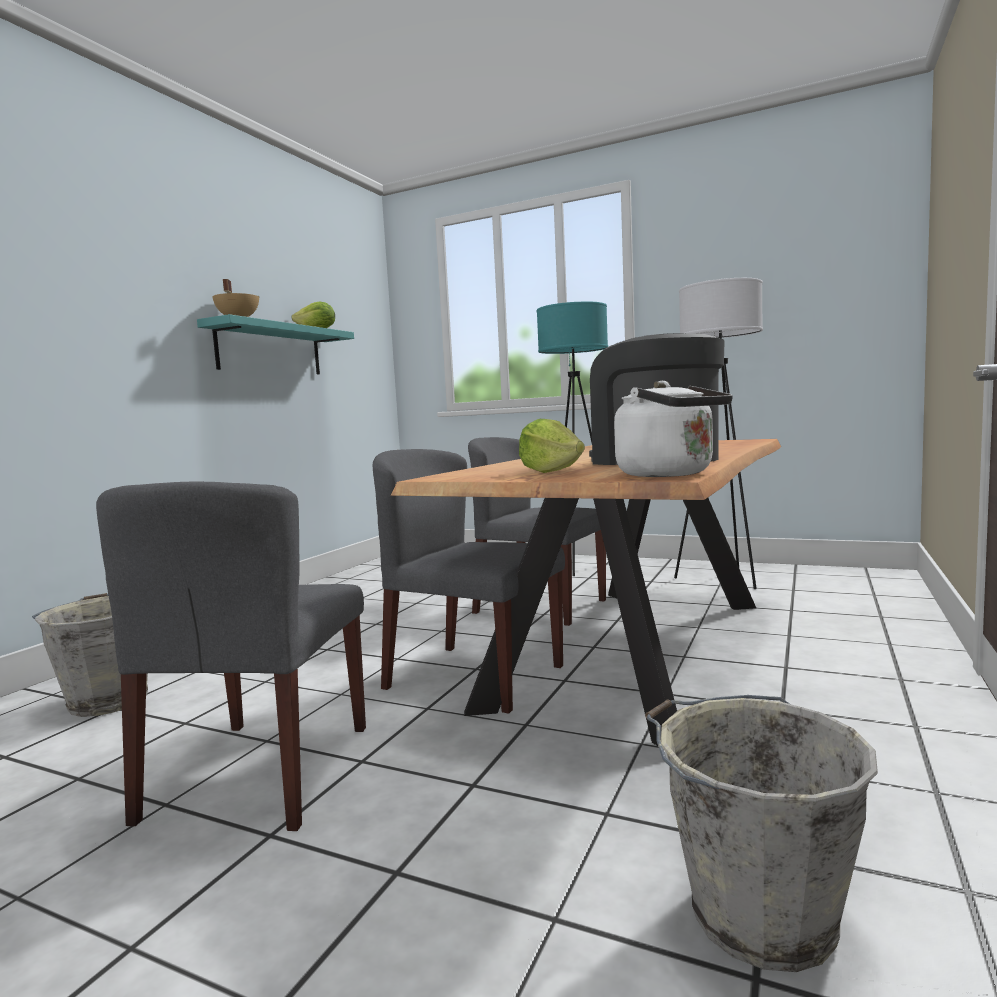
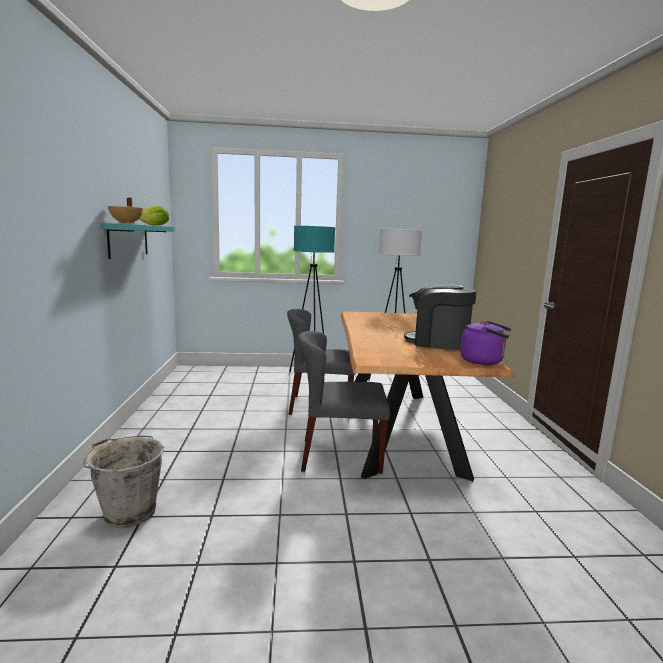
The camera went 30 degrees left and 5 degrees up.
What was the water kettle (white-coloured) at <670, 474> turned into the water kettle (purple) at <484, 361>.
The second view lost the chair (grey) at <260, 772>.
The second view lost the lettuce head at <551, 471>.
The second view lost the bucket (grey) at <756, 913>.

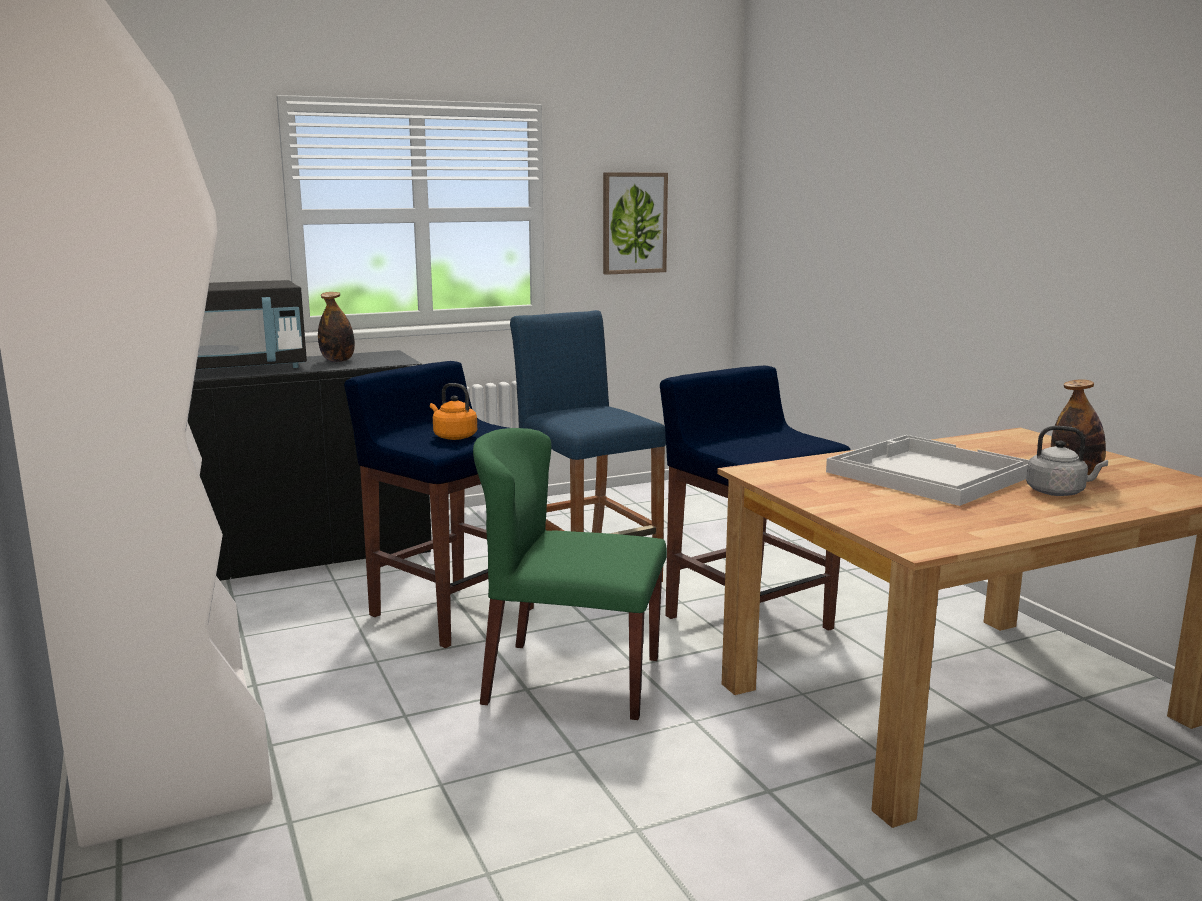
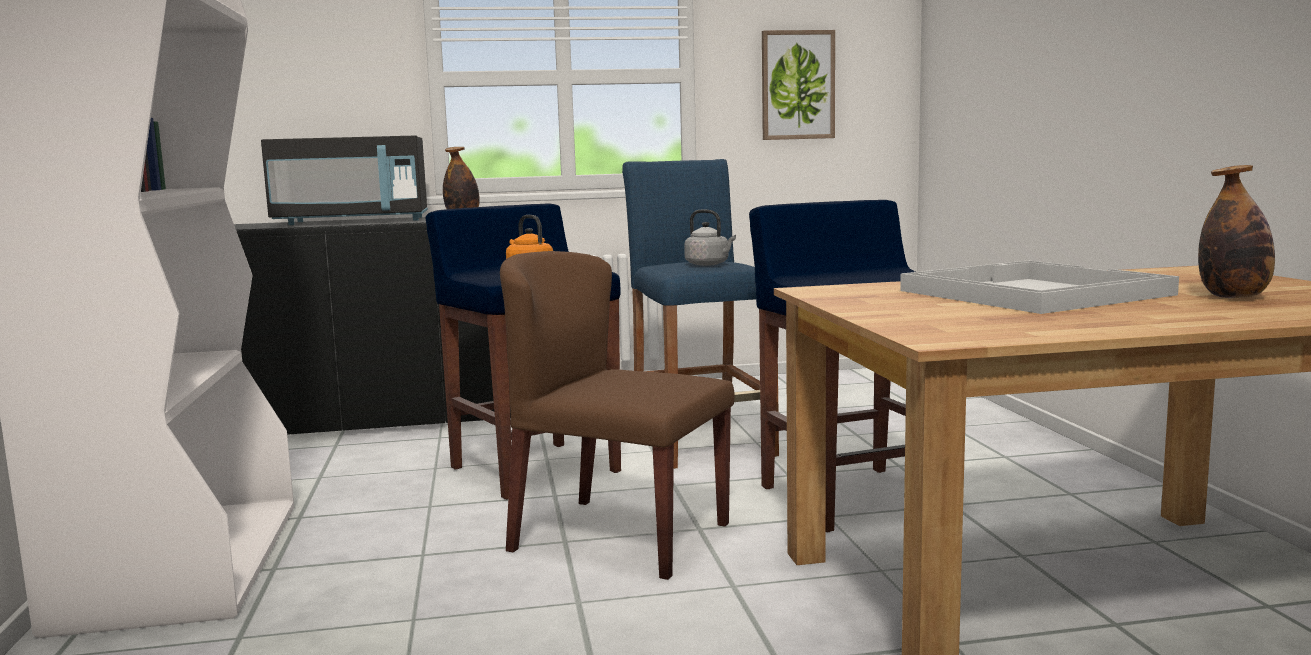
The camera went 15 degrees right and 5 degrees down.
What was the chair (green-coloured) at <571, 680> turned into the chair (brown) at <618, 536>.
The water kettle (grey) ended up elsewhere, having gone from <1058, 492> to <709, 264>.

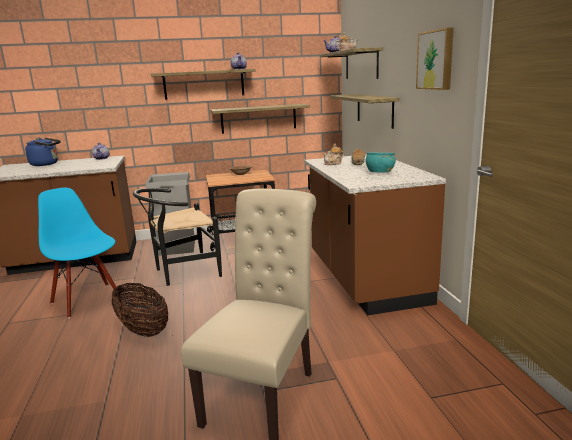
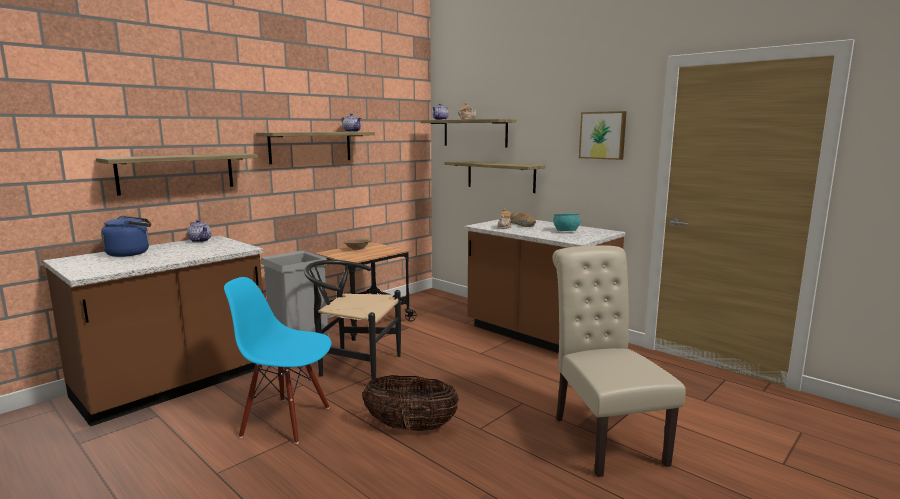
The camera went 35 degrees left and 5 degrees down.
The bracket shelf ended up elsewhere, having gone from <258, 118> to <177, 173>.
The chair (blackish) at <182, 272> ended up facing another way, 75 degrees clockwise from before.

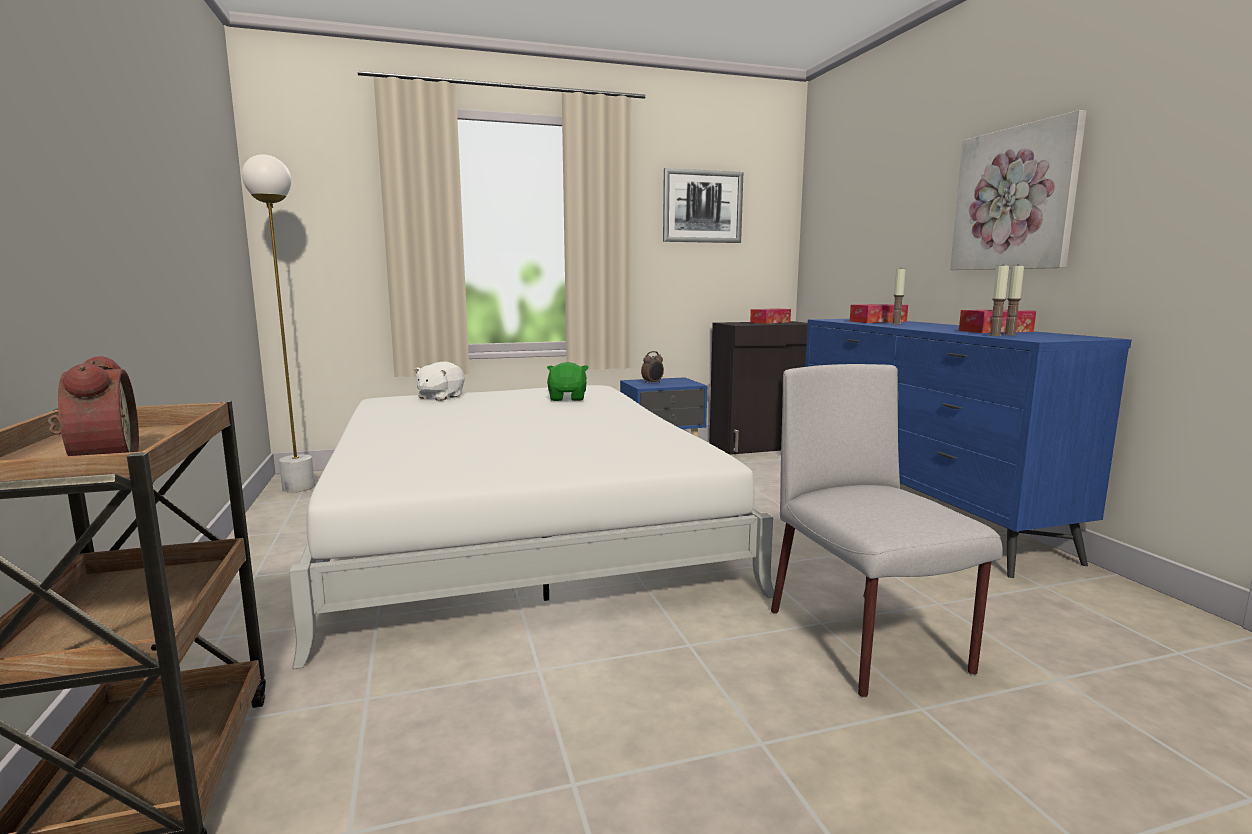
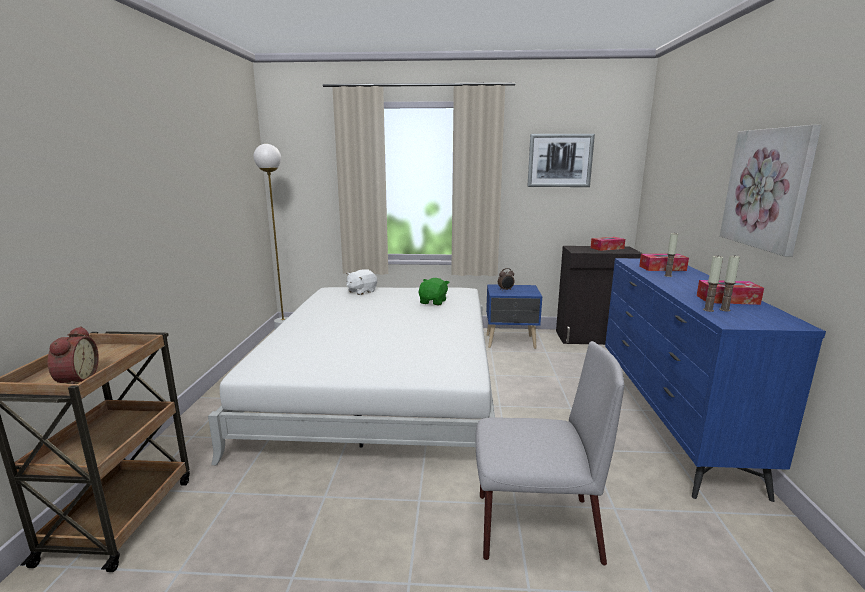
The camera went 20 degrees right and 5 degrees up.
The chair (grey) at <868, 642> ended up facing another way, 90 degrees clockwise from before.

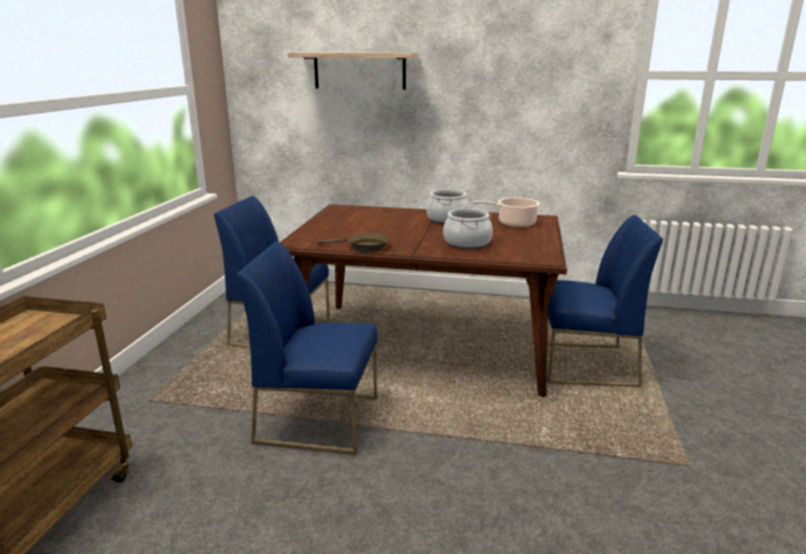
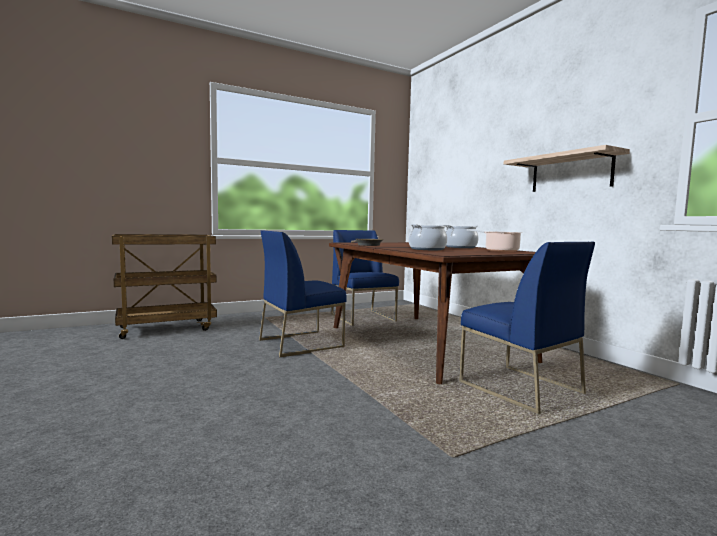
The camera went 50 degrees right and 15 degrees down.
The chair (blue) at <319, 419> ended up facing another way, 90 degrees counterclockwise from before.
The bracket shelf ended up elsewhere, having gone from <359, 71> to <570, 173>.

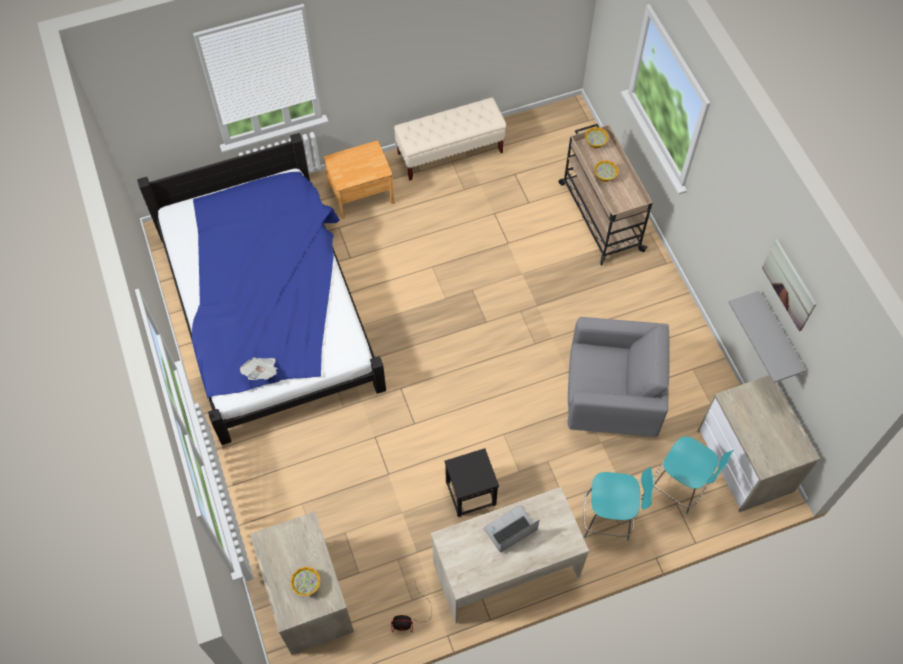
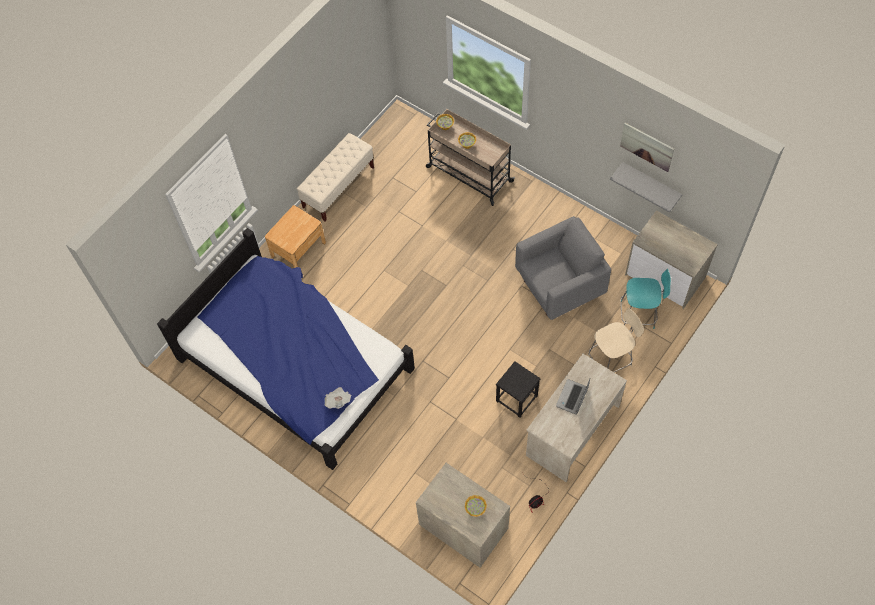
The camera went 30 degrees left and 0 degrees up.
What was the chair (turquoise-coloured) at <609, 518> turned into the chair (sand-coloured) at <611, 360>.

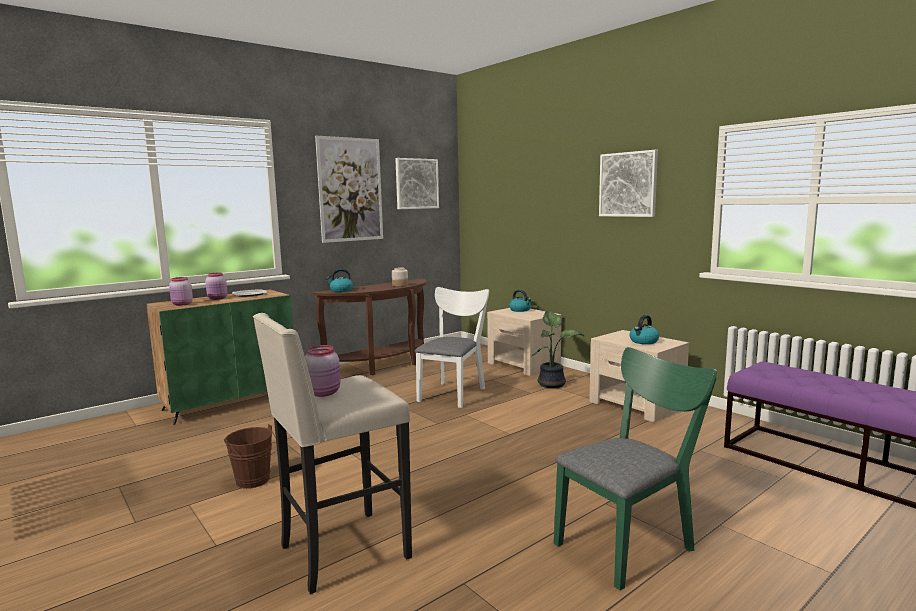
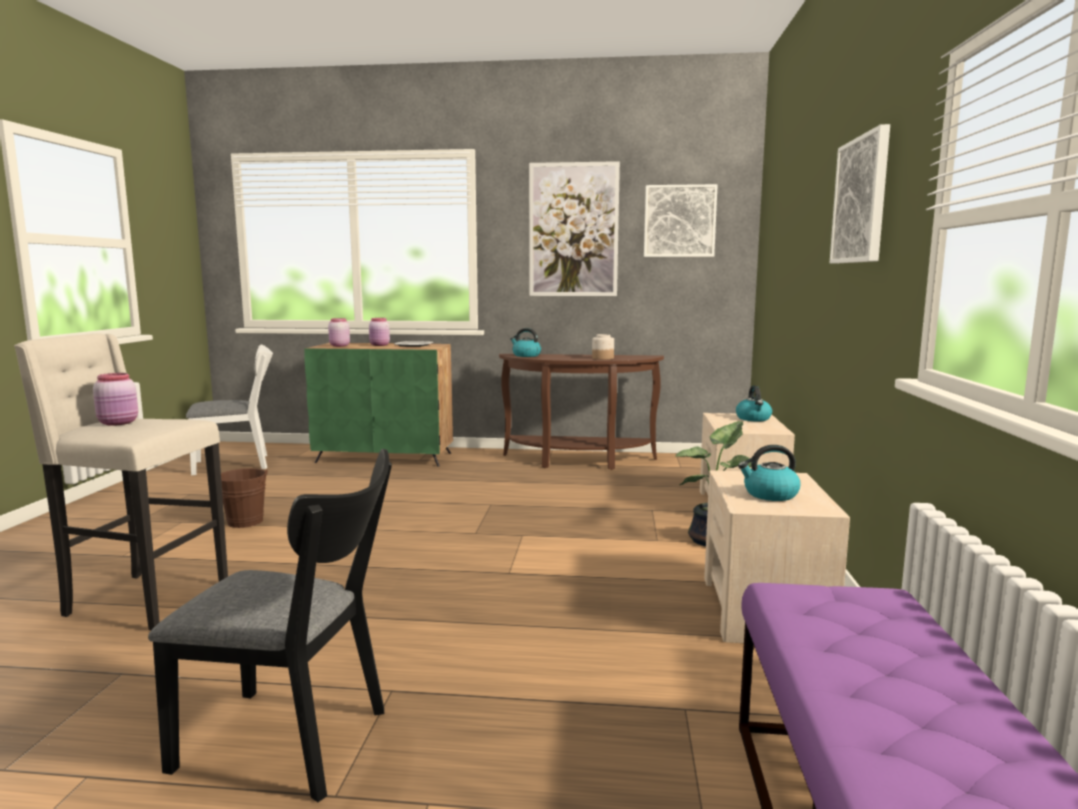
The camera went 45 degrees right and 0 degrees up.
What was the chair (green-coloured) at <630, 542> turned into the chair (blackish) at <296, 742>.
The chair (white-coloured) ended up elsewhere, having gone from <454, 392> to <238, 464>.

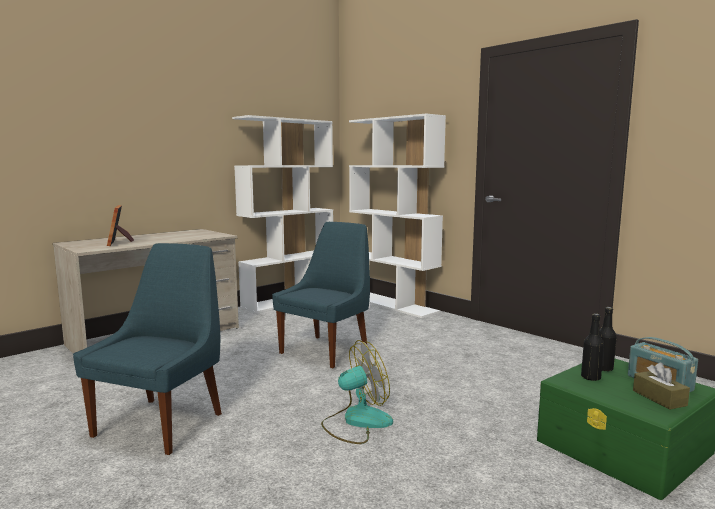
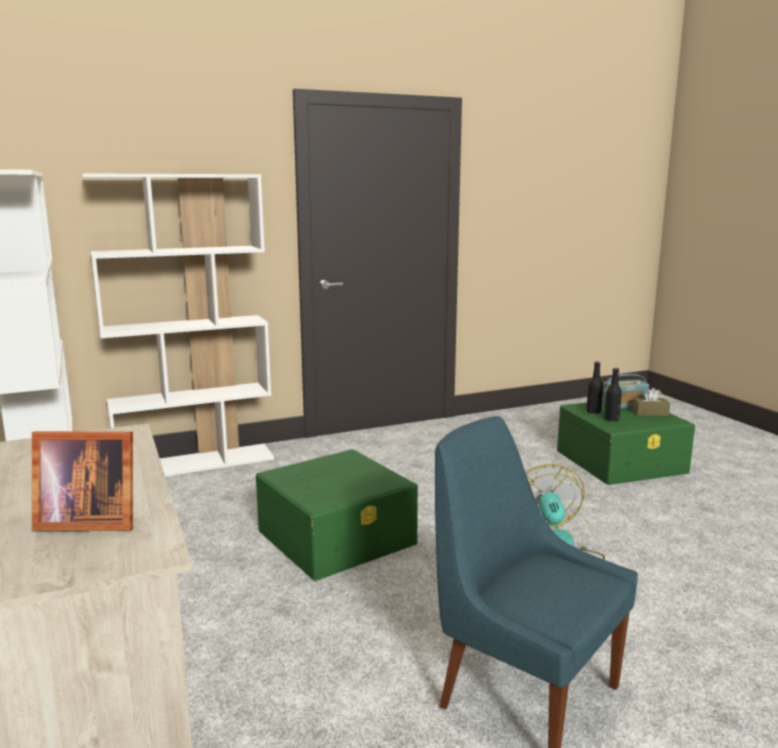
The camera went 70 degrees left and 5 degrees up.
Where the chair (blue) stood at <326, 350>, the storage box (green-coloured) came to stand at <337, 536>.

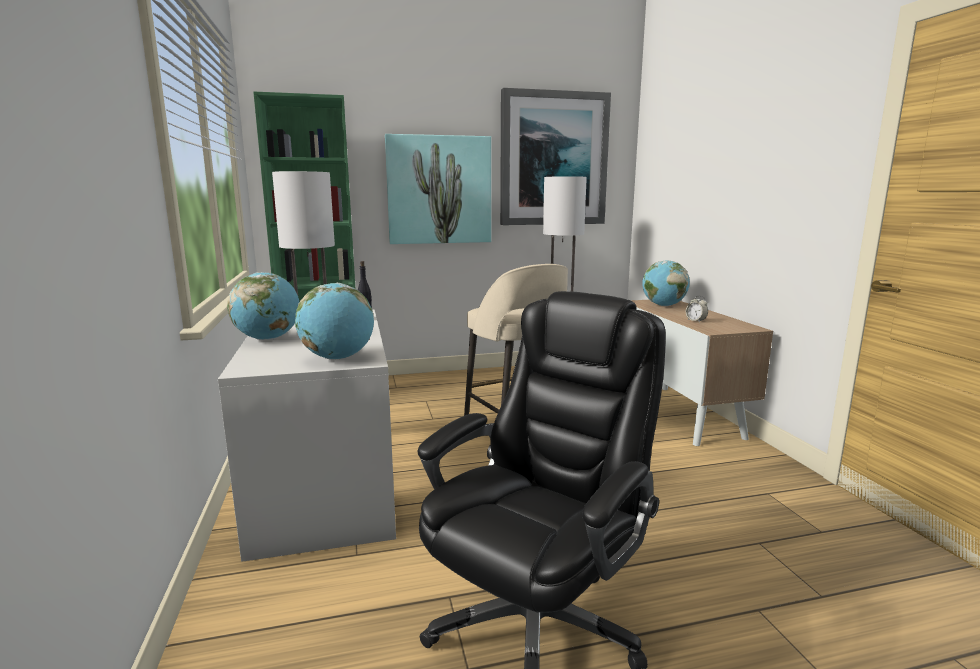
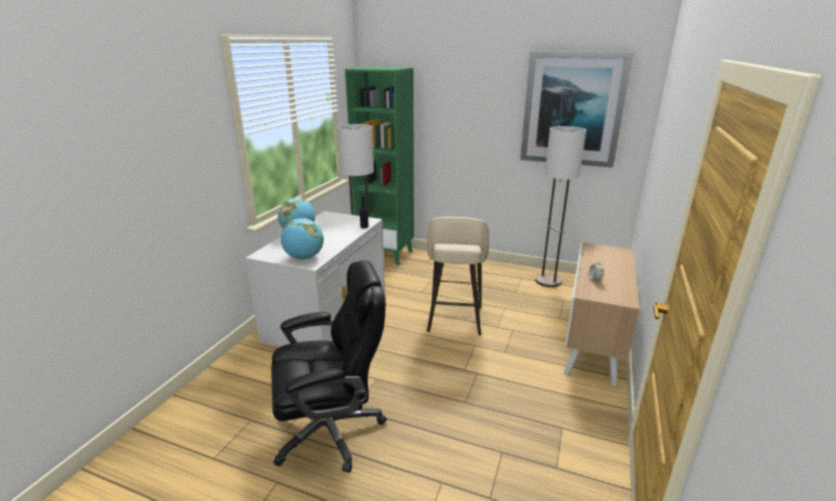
The camera went 35 degrees right and 10 degrees up.
The second view lost the wall picture at <439, 190>.
The second view lost the desk globe at <663, 305>.

